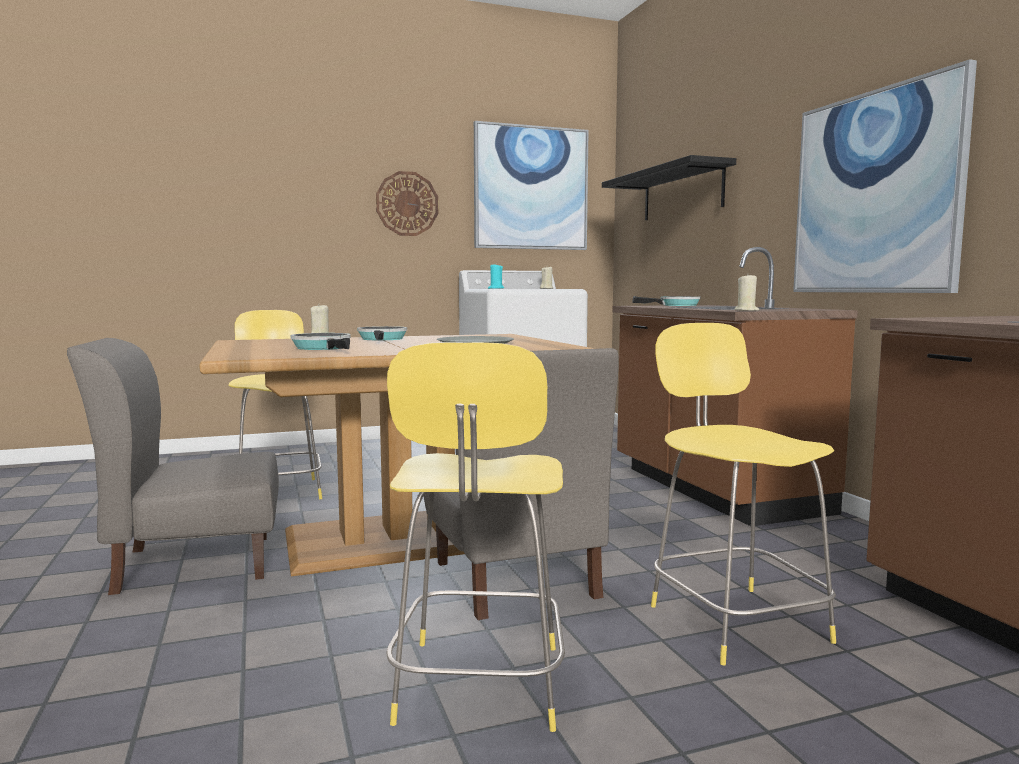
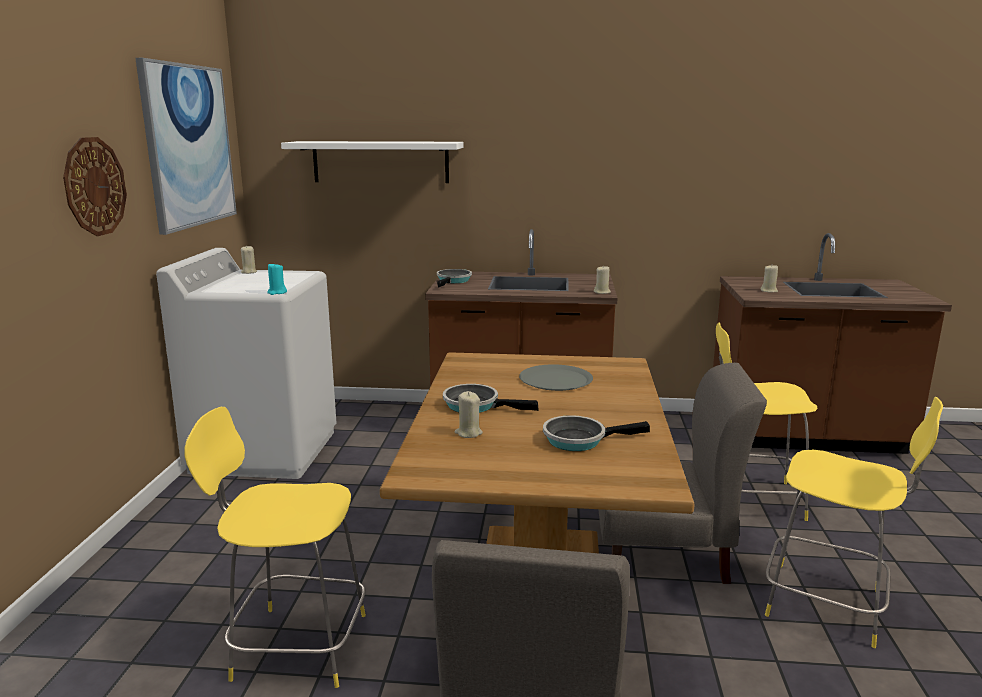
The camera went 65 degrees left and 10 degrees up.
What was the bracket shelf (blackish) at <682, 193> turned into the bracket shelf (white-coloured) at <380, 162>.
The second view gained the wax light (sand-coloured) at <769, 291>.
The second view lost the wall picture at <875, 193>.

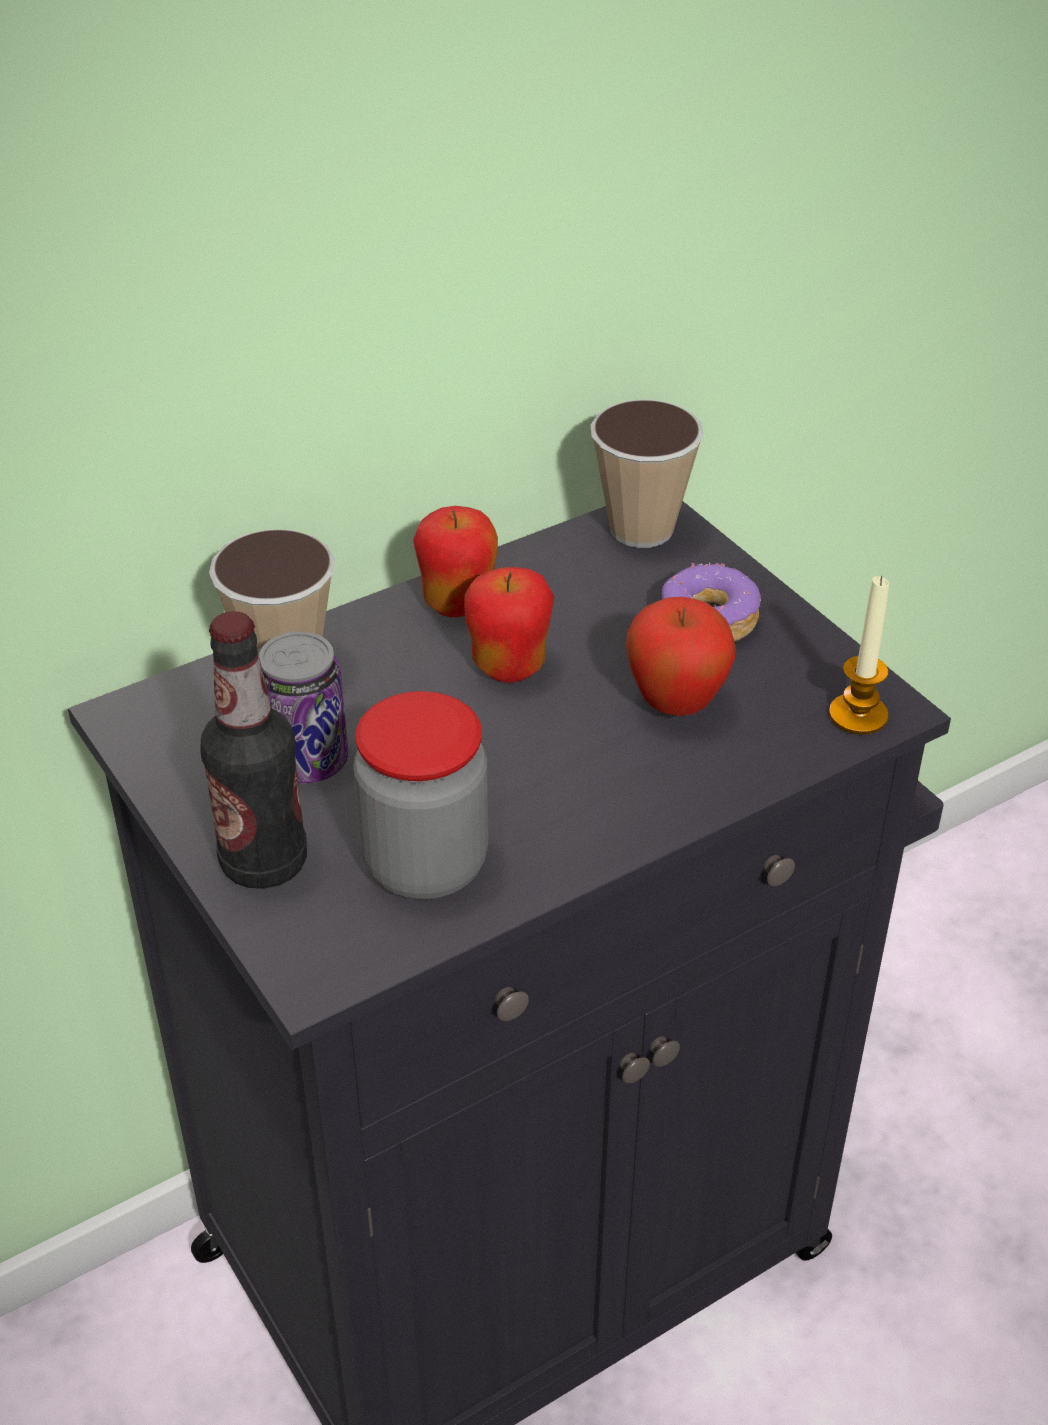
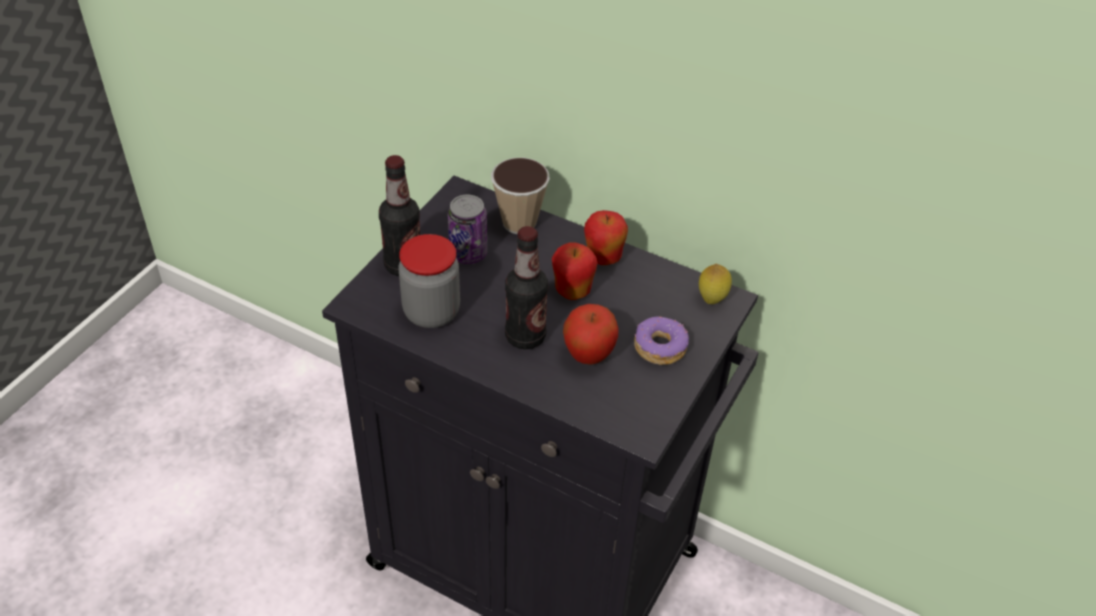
The camera went 60 degrees right and 5 degrees up.
The second view gained the beverage bottle at <525, 337>.
Where the drinking cup stood at <641, 529>, the whole lemon came to stand at <712, 299>.
The second view lost the wax light at <858, 715>.

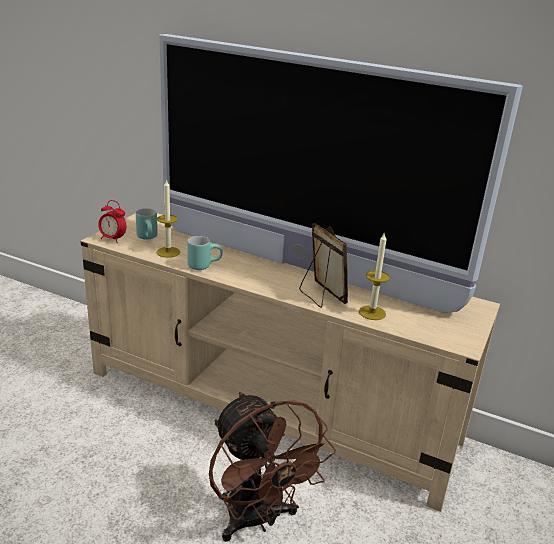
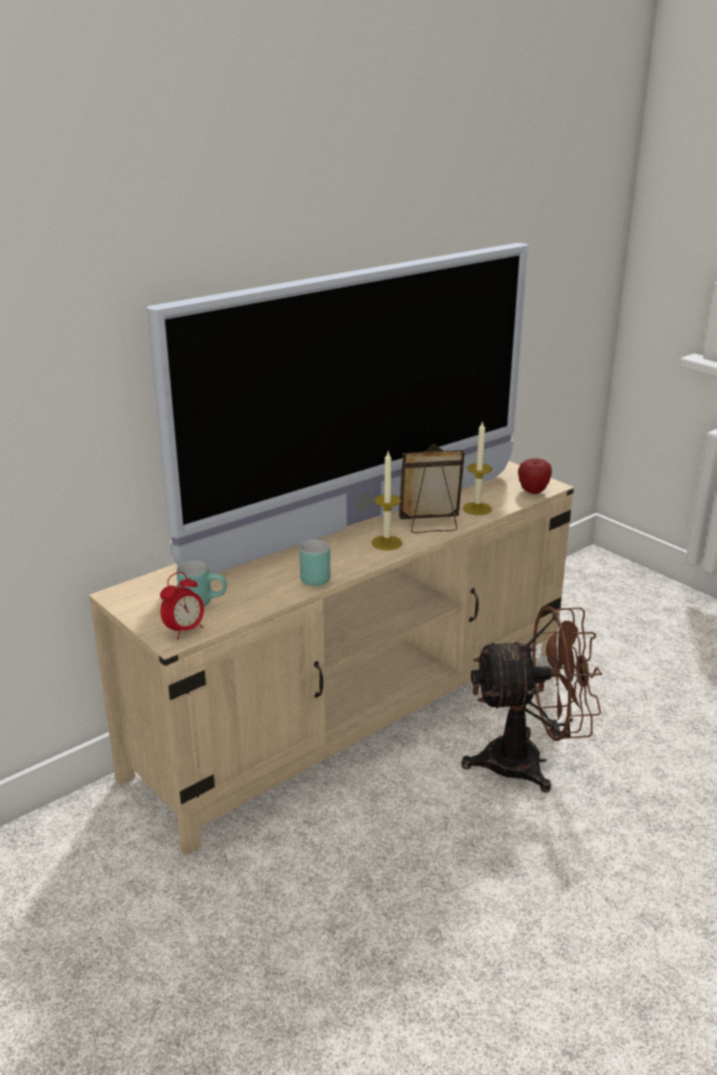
The camera went 65 degrees left and 0 degrees up.
The wax light ended up elsewhere, having gone from <168, 252> to <386, 543>.
The second view gained the apple at <533, 491>.

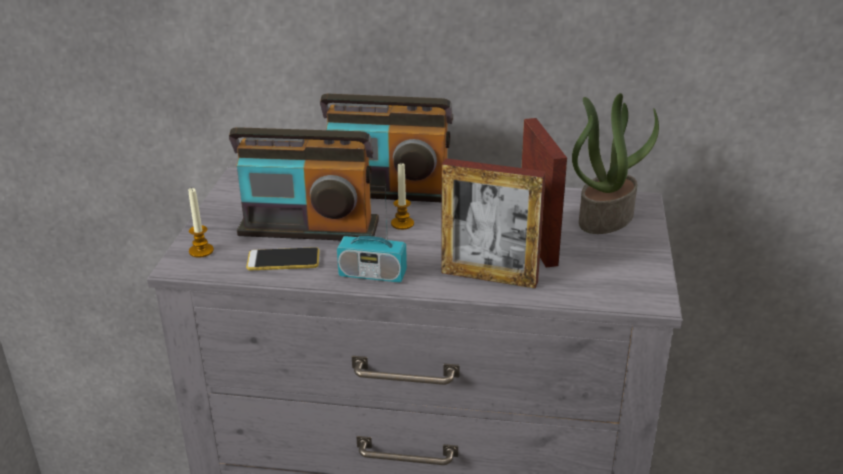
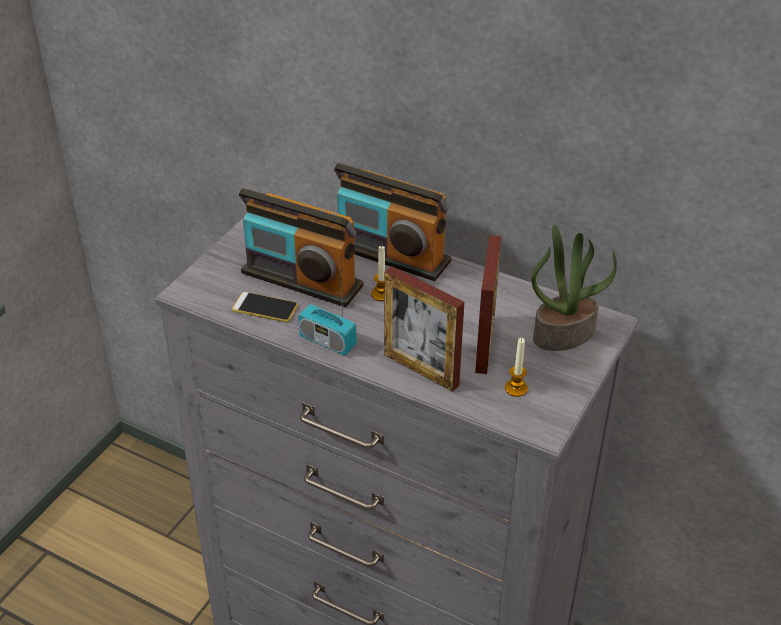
The camera went 20 degrees right and 10 degrees up.
The wax light ended up elsewhere, having gone from <201, 251> to <516, 388>.

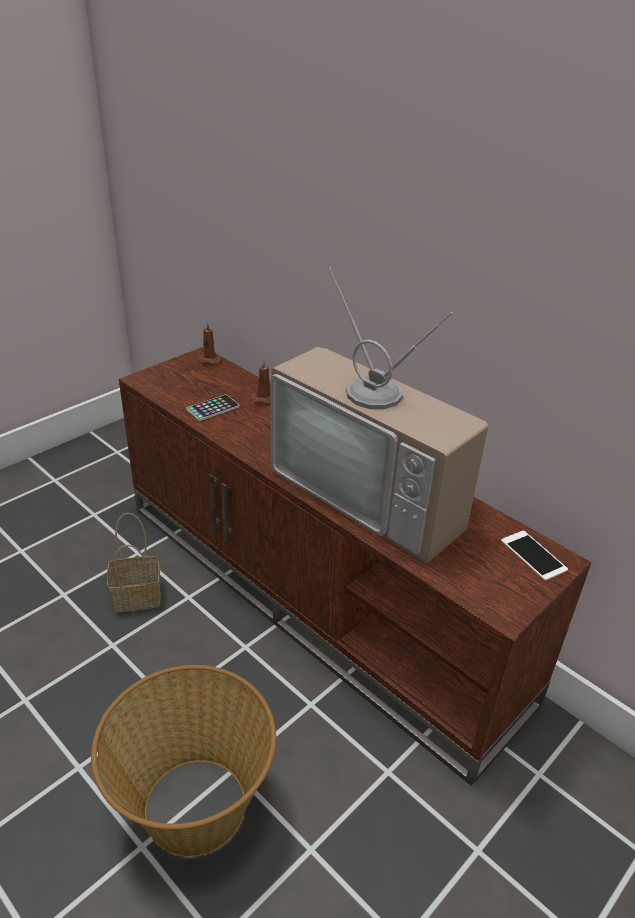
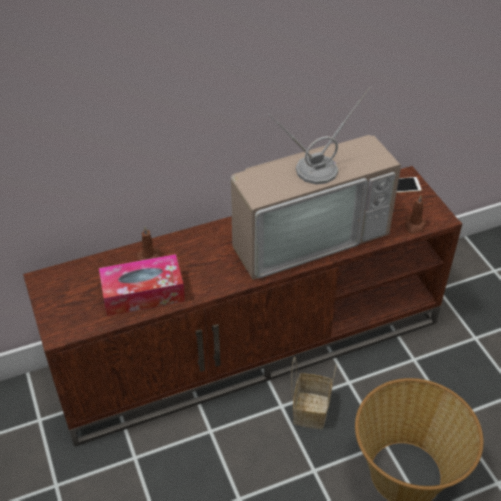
The camera went 65 degrees left and 10 degrees up.
Where the handset stood at <213, 408>, the tissue holder came to stand at <143, 293>.
The household basket ended up elsewhere, having gone from <138, 596> to <310, 409>.
The wax light (brown) ended up elsewhere, having gone from <208, 360> to <414, 225>.

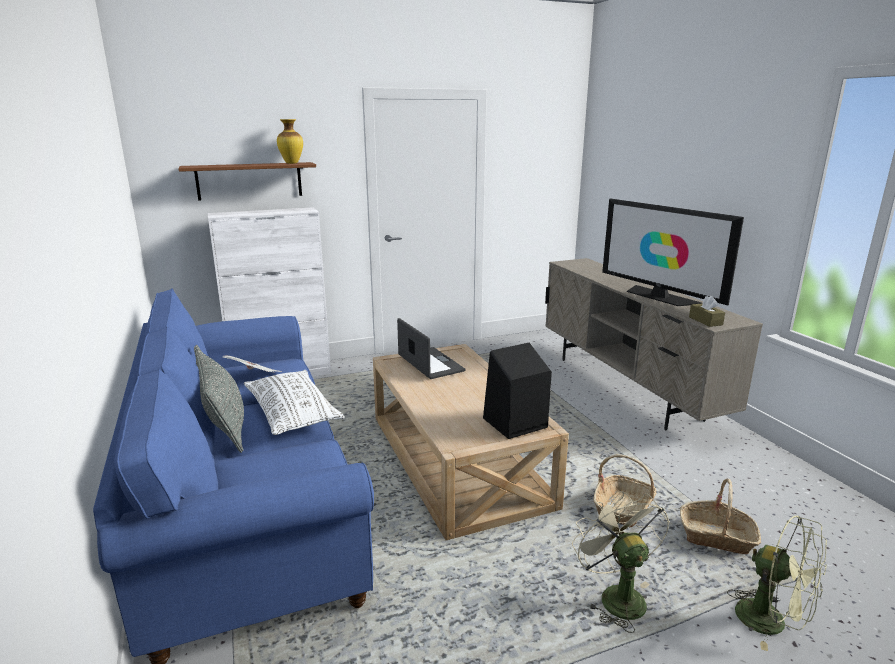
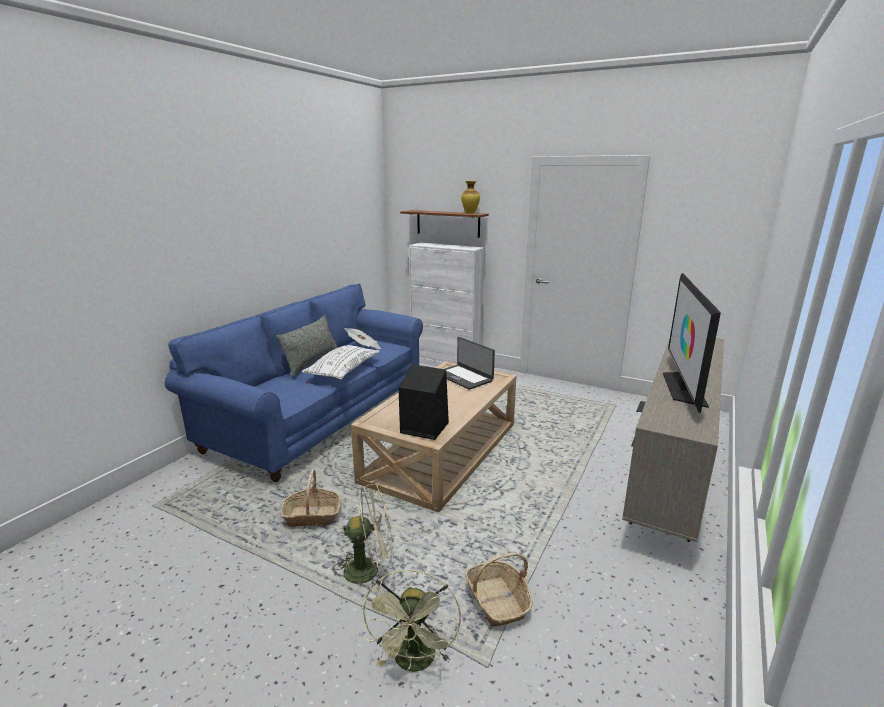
The camera went 50 degrees right and 0 degrees up.
The household basket ended up elsewhere, having gone from <623, 508> to <312, 516>.
The fan (sand-coloured) at <616, 595> ended up facing another way, 45 degrees clockwise from before.
The notebook computer at <430, 364> ended up facing another way, 120 degrees clockwise from before.
The second view lost the tissue holder (brown) at <705, 321>.

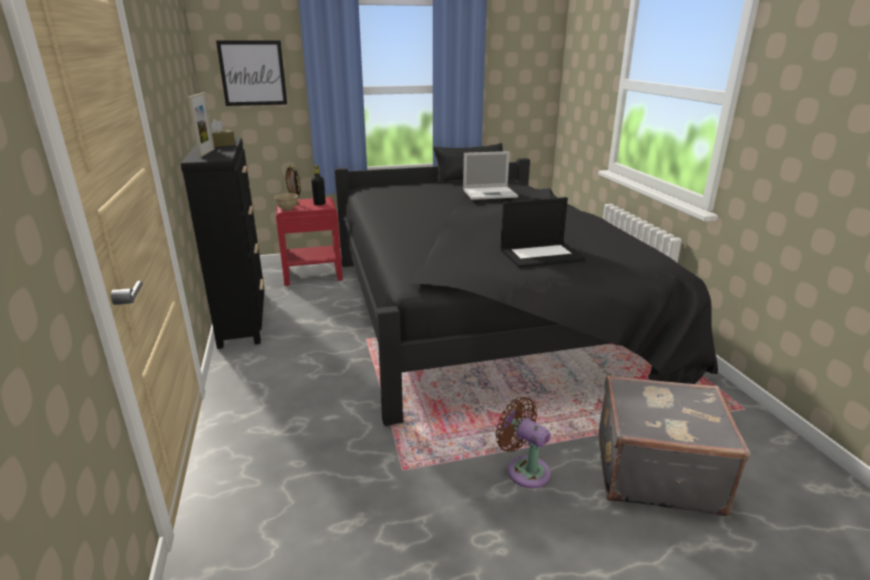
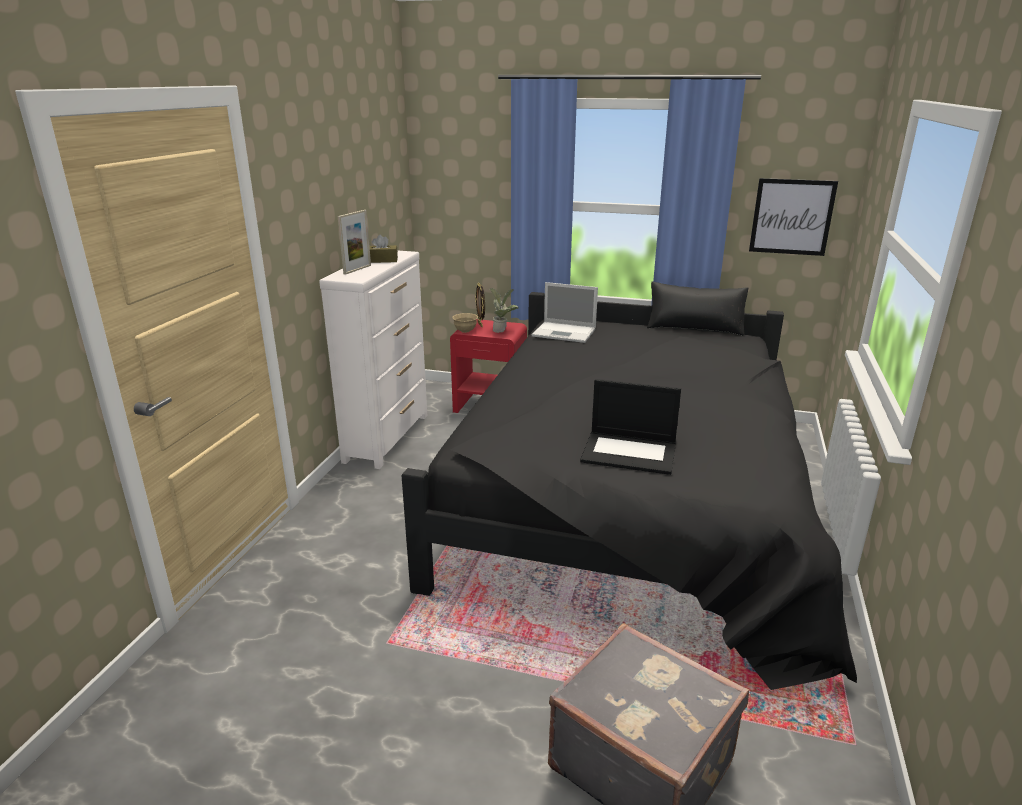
The camera went 30 degrees right and 0 degrees up.
What was the dresser (blackish) at <243, 318> turned into the dresser (white-coloured) at <387, 437>.
Where the beverage bottle (blackish) stood at <319, 204>, the potted plant came to stand at <502, 330>.
The notebook computer ended up elsewhere, having gone from <490, 193> to <565, 332>.
The wall picture ended up elsewhere, having gone from <253, 73> to <791, 217>.
The second view lost the fan (brown) at <524, 469>.

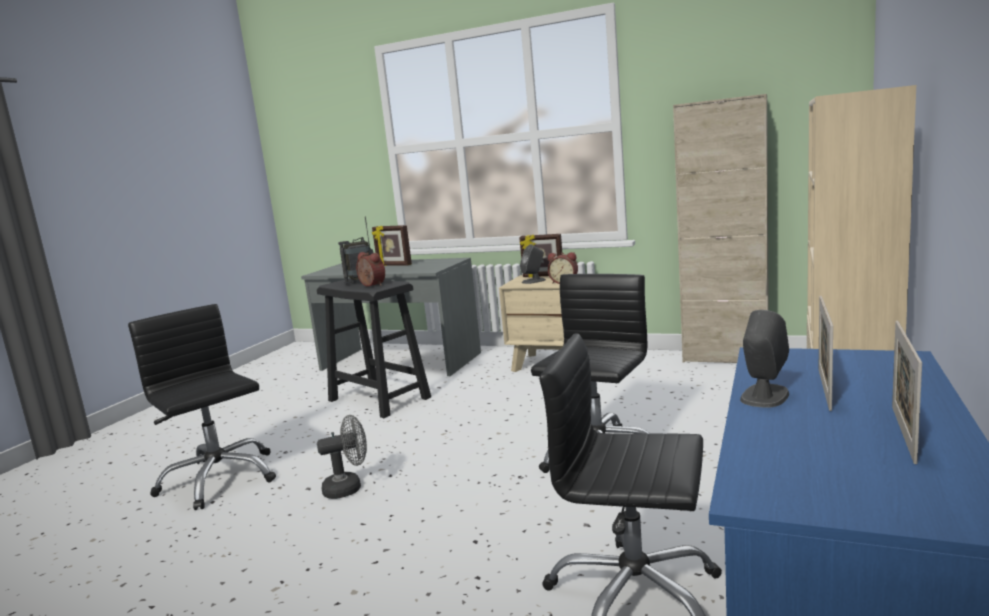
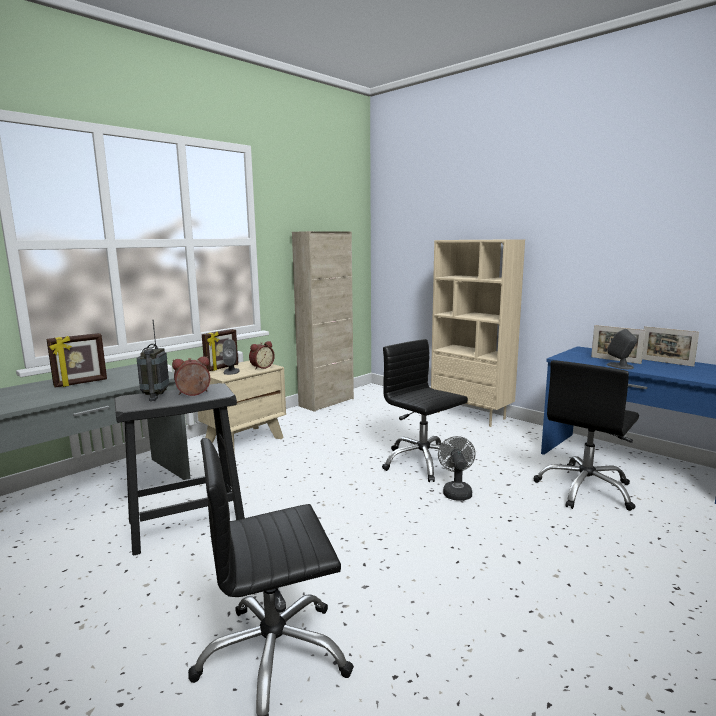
The camera went 70 degrees left and 0 degrees up.
The fan (grey) ended up elsewhere, having gone from <349, 488> to <456, 491>.

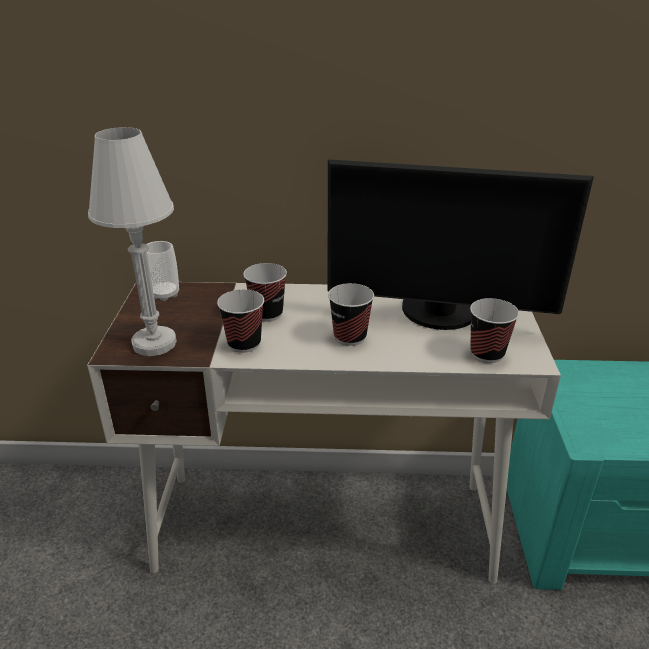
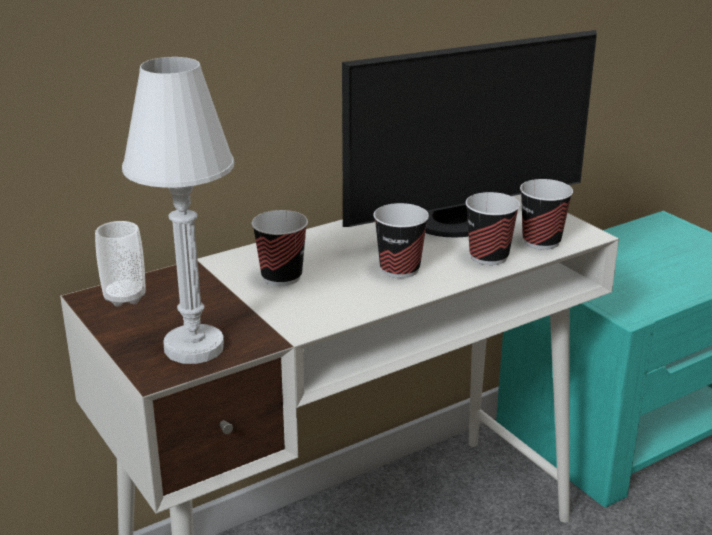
The camera went 35 degrees left and 5 degrees down.
The drinking cup ended up elsewhere, having gone from <244, 343> to <489, 256>.

